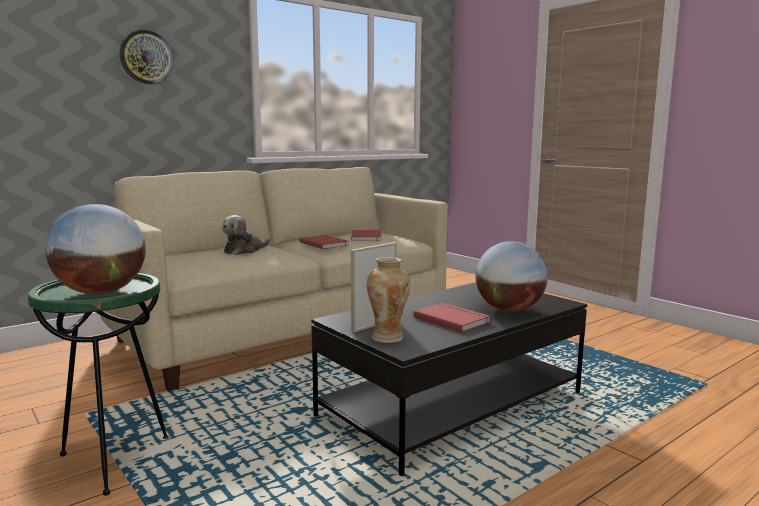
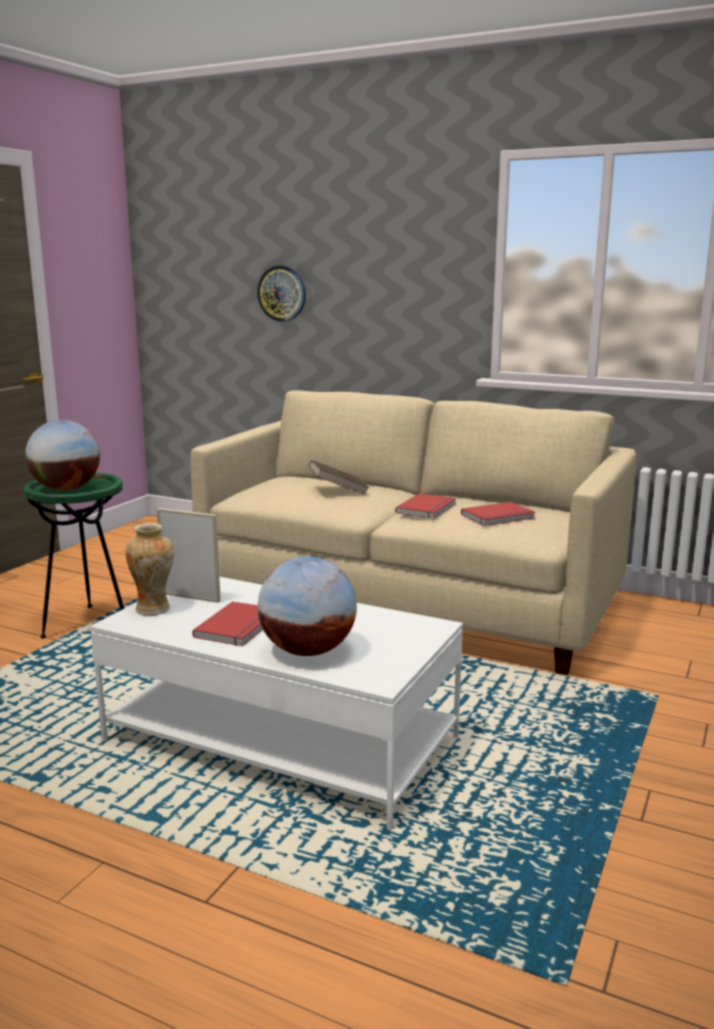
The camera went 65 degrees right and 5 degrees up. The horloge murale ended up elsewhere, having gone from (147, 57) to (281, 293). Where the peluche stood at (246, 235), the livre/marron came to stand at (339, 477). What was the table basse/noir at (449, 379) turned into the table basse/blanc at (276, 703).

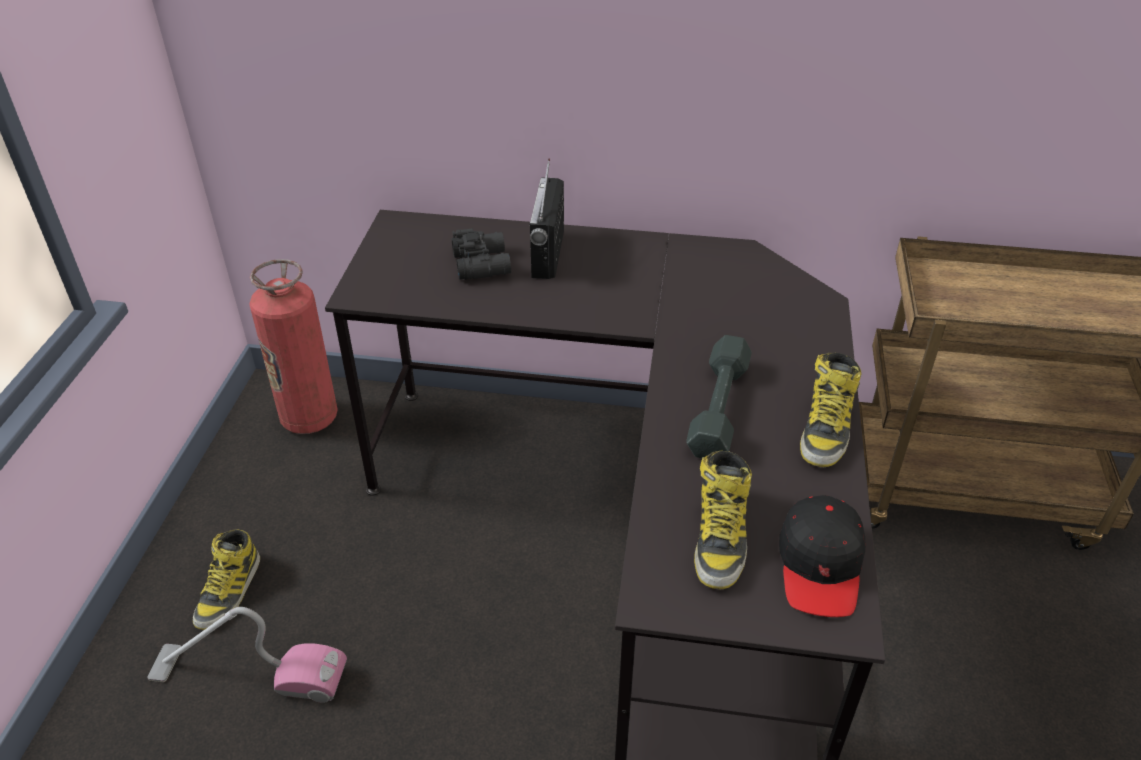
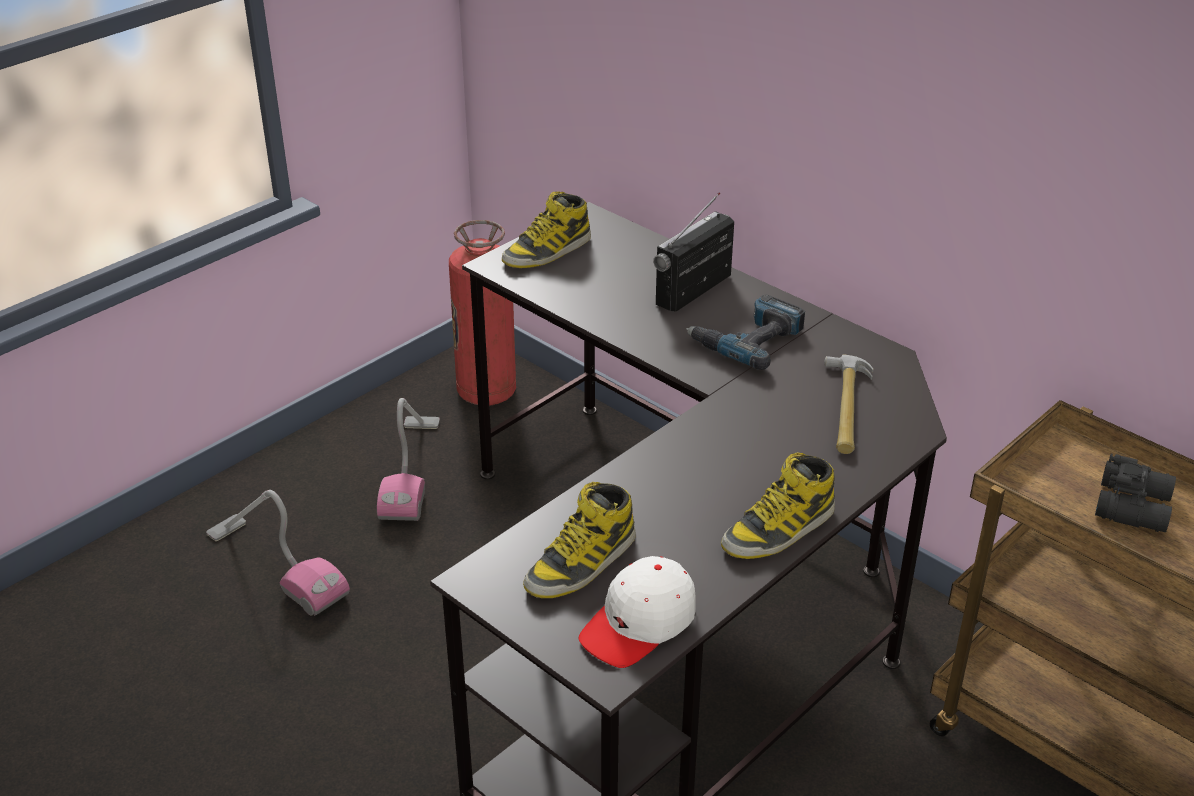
The camera went 35 degrees right and 5 degrees down. The jumelles/noir ended up elsewhere, having gone from (481, 254) to (1135, 493). The second view lost the haltère/gris at (719, 396). What was the casquette/noir at (822, 556) turned into the casquette/blanc at (637, 612). The botte ended up elsewhere, having gone from (226, 579) to (546, 230). The second view gained the perceuse at (745, 332). The second view gained the marteau at (849, 404). The second view gained the aspirateur at (408, 459).

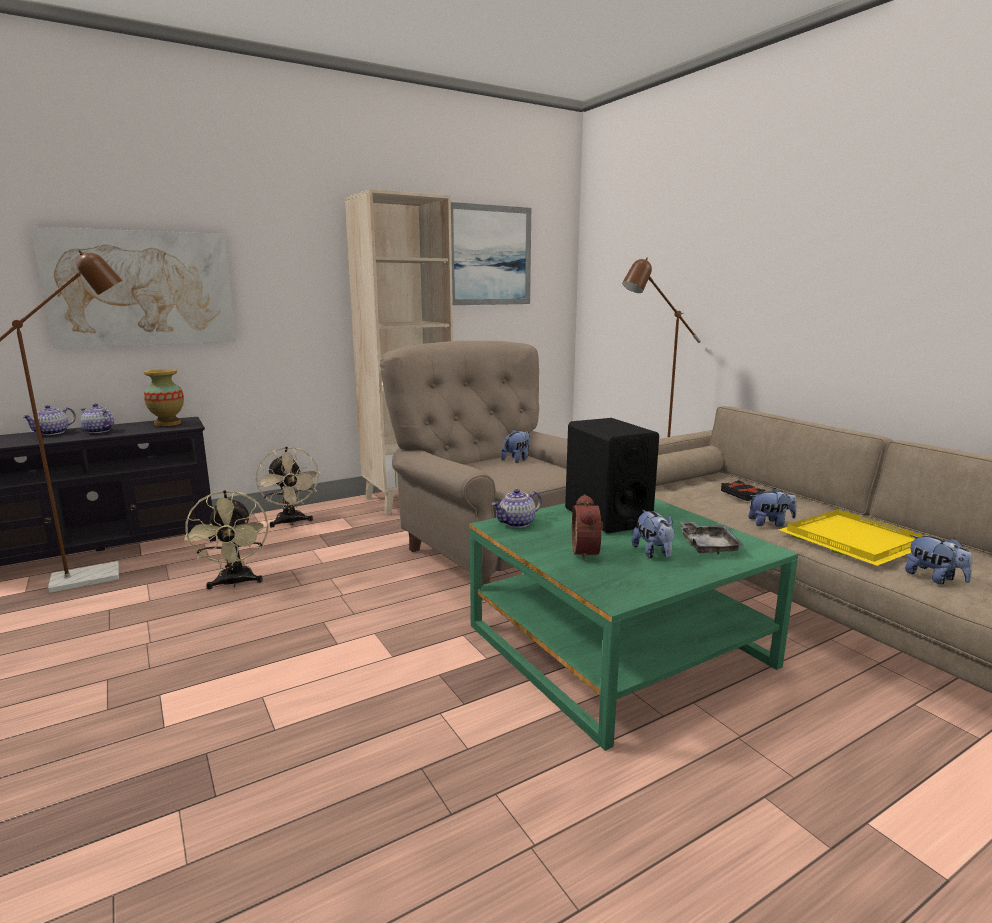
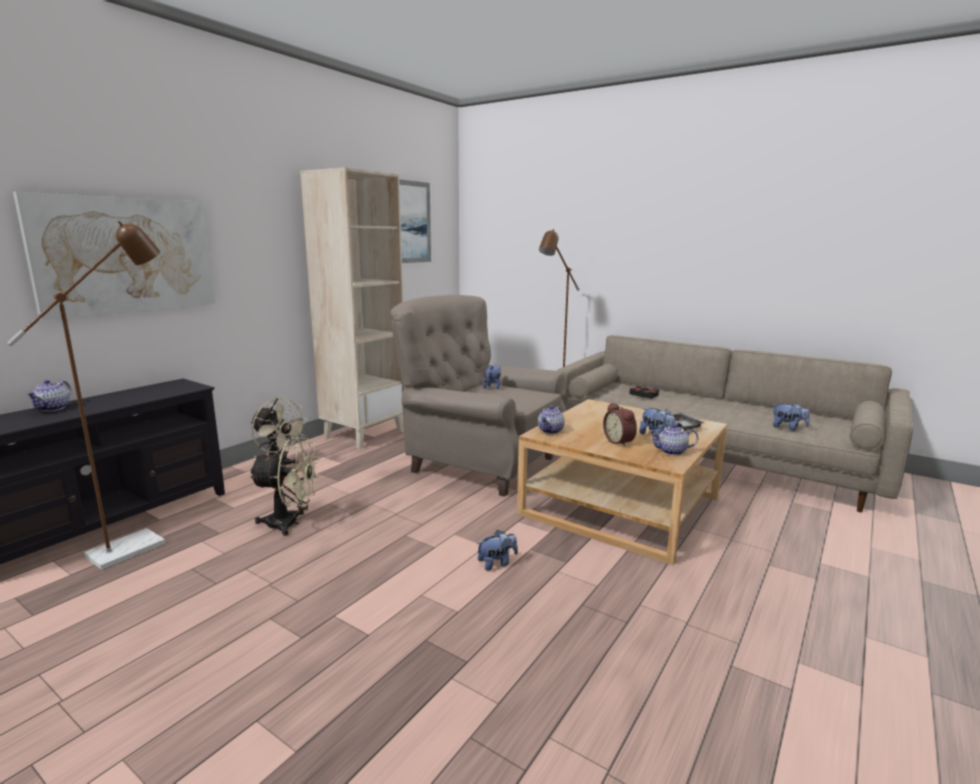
The camera went 25 degrees left and 0 degrees up. The second view lost the vase at (164, 397). The théière ended up elsewhere, having gone from (97, 418) to (673, 439). The second view lost the enceinte/noir at (612, 475). The peluche ended up elsewhere, having gone from (772, 507) to (497, 550). The ventilateur/beige at (226, 539) ended up facing another way, 45 degrees counterclockwise from before. What was the table basse/vert at (633, 625) turned into the table basse/beige at (622, 482). The second view lost the plateau/jaune at (852, 537).

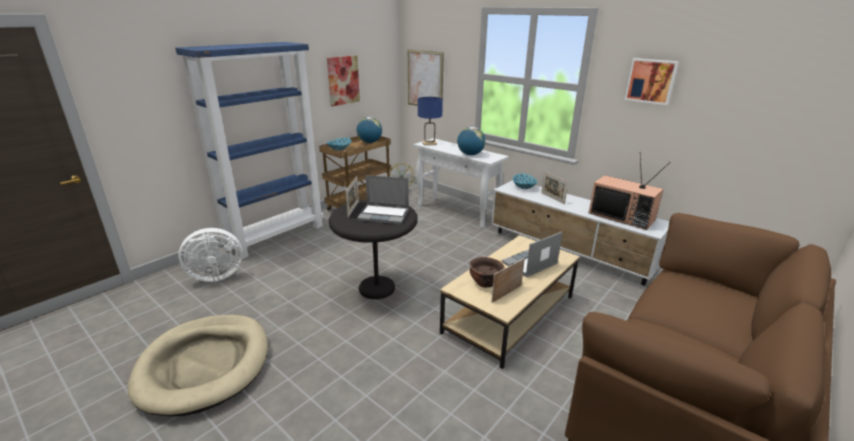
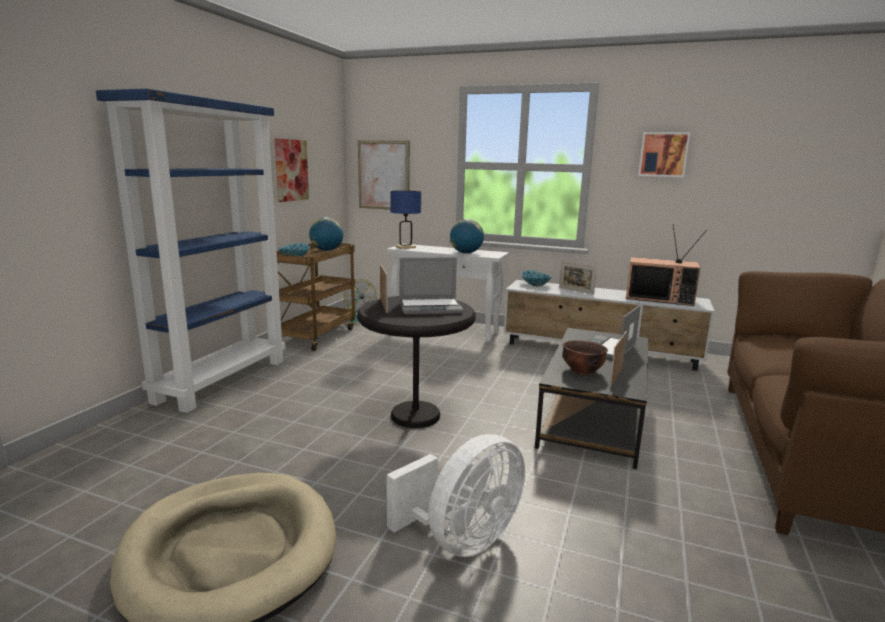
The camera went 20 degrees left and 10 degrees down. The ventilateur/blanc ended up elsewhere, having gone from (210, 255) to (456, 495). What was the table basse/beige at (510, 302) turned into the table basse/noir at (591, 398).

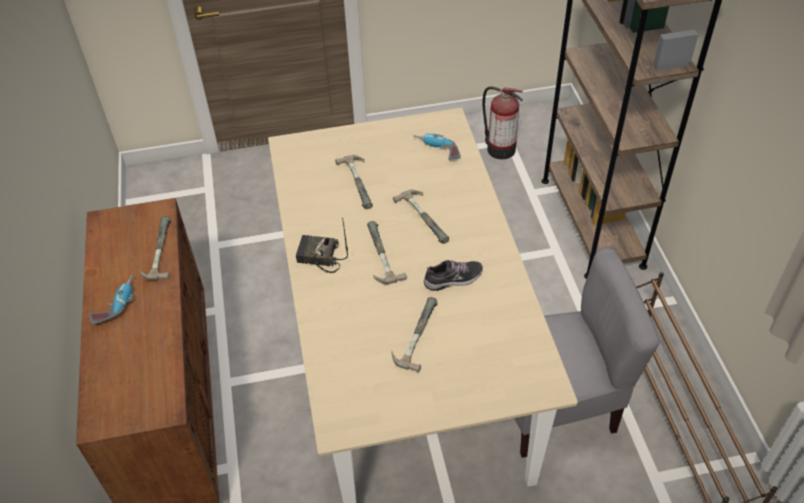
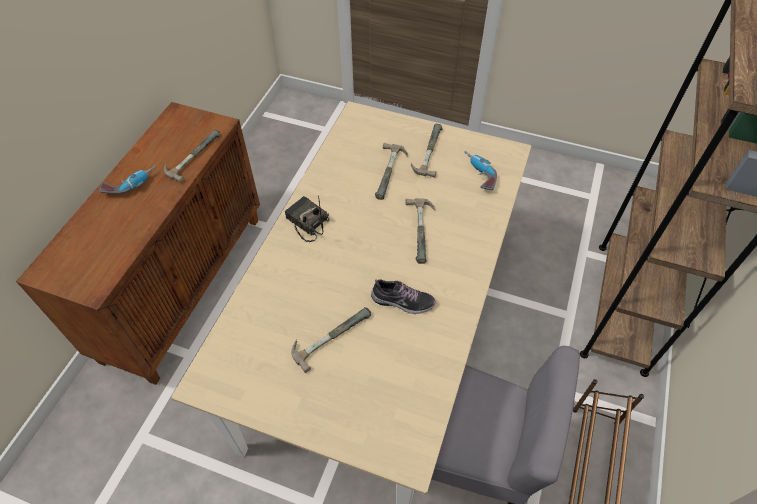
The camera went 30 degrees right and 5 degrees up. The second view lost the extincteur at (502, 122). The marteau ended up elsewhere, having gone from (387, 252) to (427, 151).

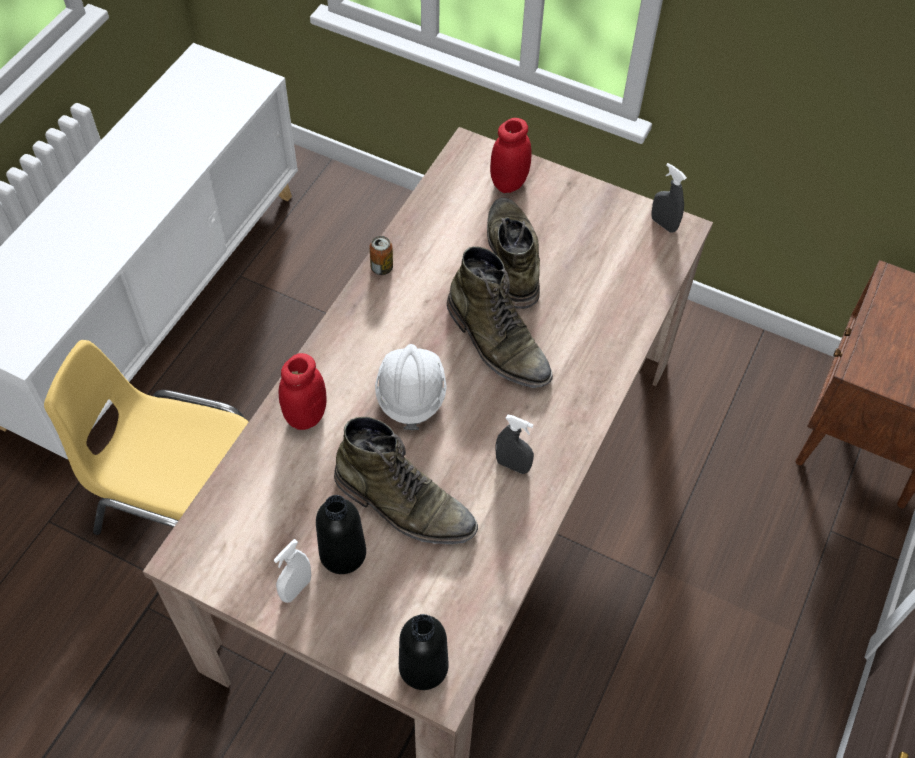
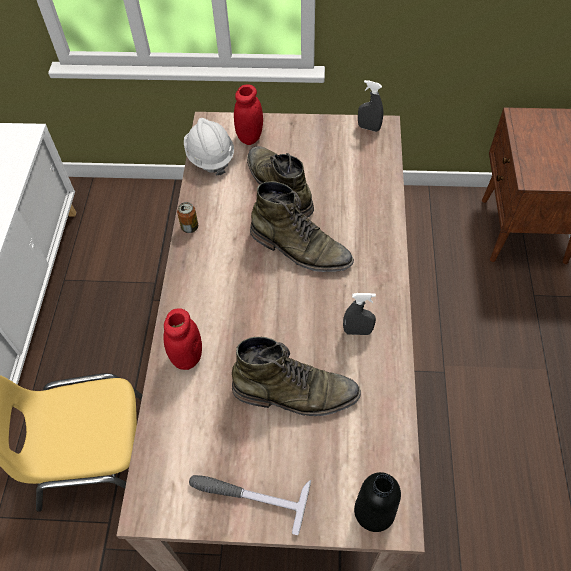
The camera went 20 degrees left and 0 degrees up. The casque de chantier/blanc ended up elsewhere, having gone from (411, 387) to (209, 147). The second view lost the bouteille/noir at (341, 534). Where the vaporisateur/blanc stood at (292, 571), the marteau came to stand at (250, 505).

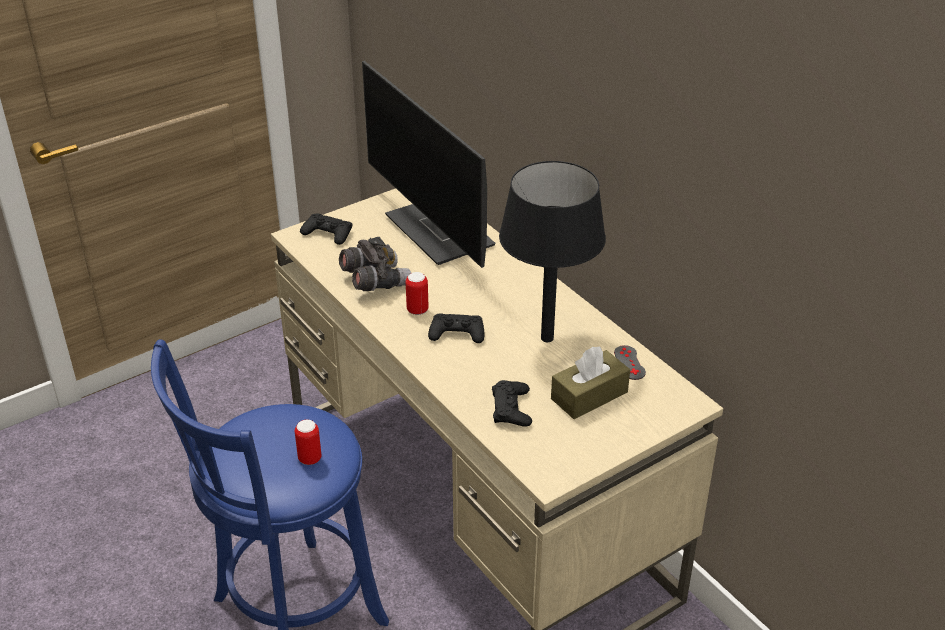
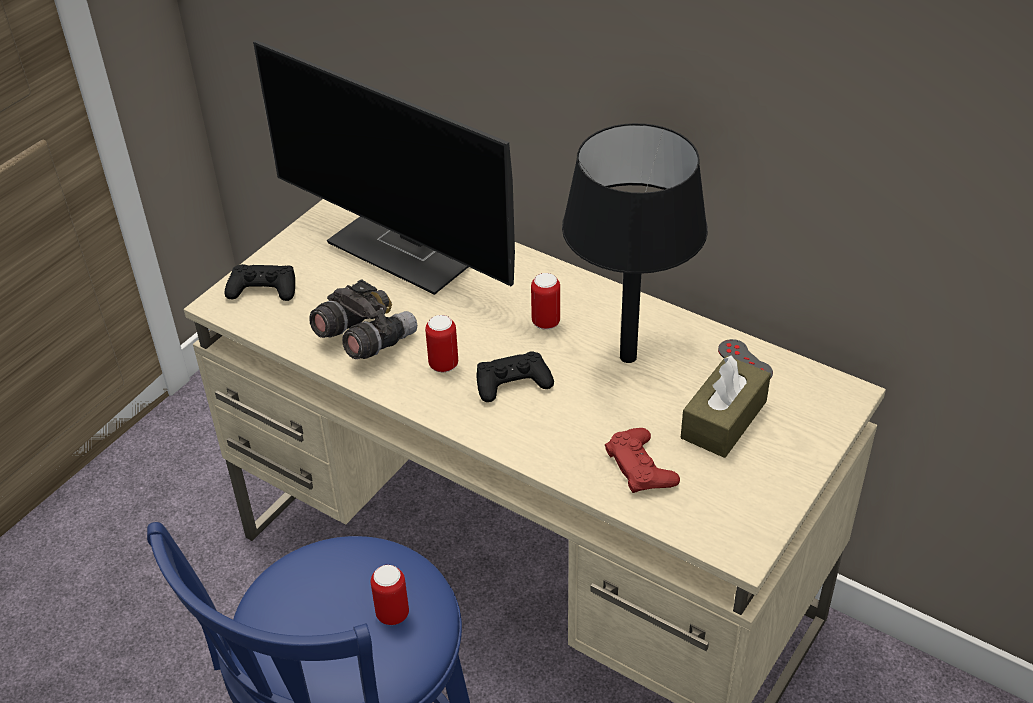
The camera went 20 degrees left and 5 degrees up. What was the manette/noir at (512, 403) turned into the manette/rouge at (642, 460). The second view gained the boîte métallique at (545, 301).

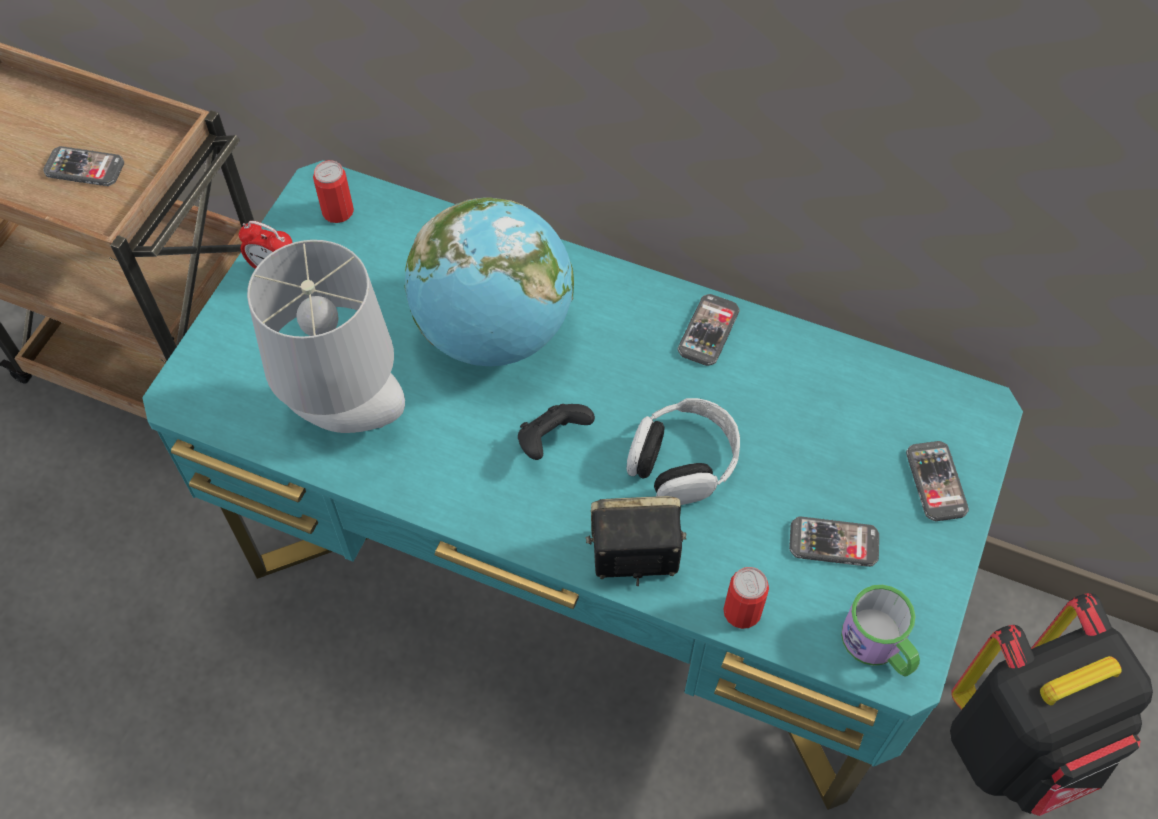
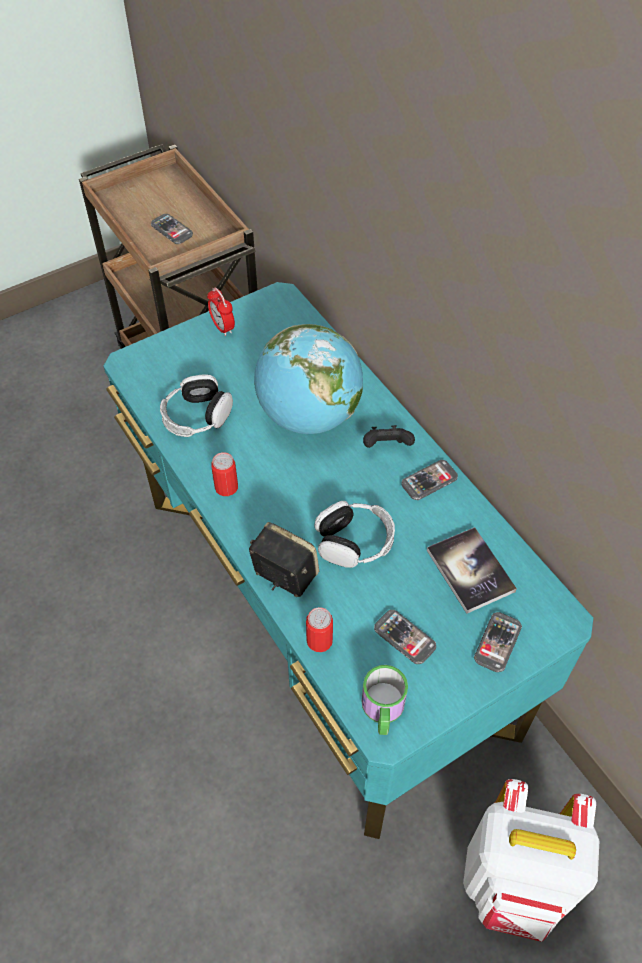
The camera went 35 degrees right and 5 degrees down. The boîte métallique ended up elsewhere, having gone from (333, 191) to (224, 474). Where the lampe de table/gris stood at (326, 336), the casque audio came to stand at (196, 405). The manette/noir ended up elsewhere, having gone from (556, 432) to (389, 436). What was the sac à dos/noir at (1051, 704) turned into the sac à dos/blanc at (531, 860). The second view gained the livre at (472, 570).

